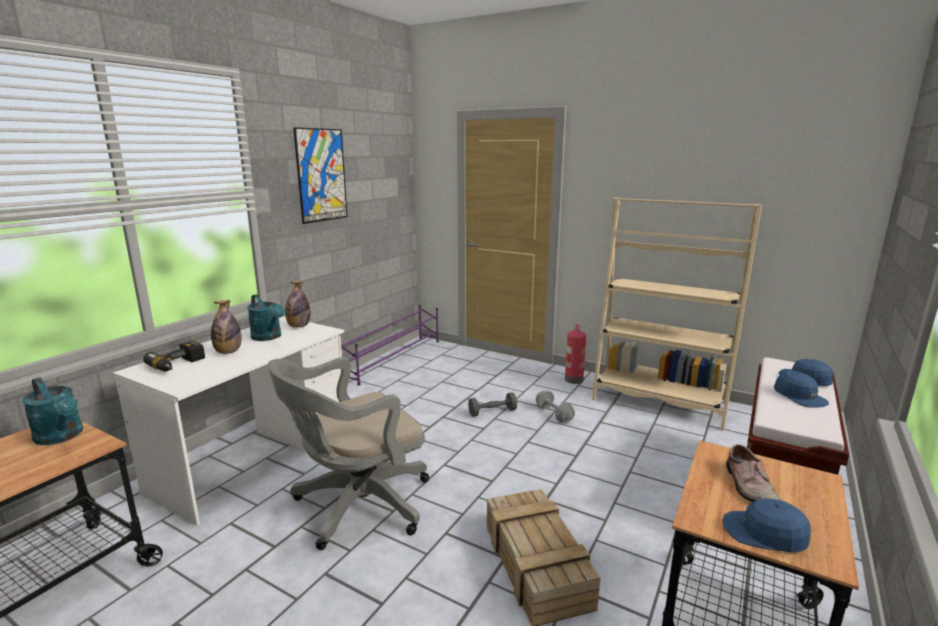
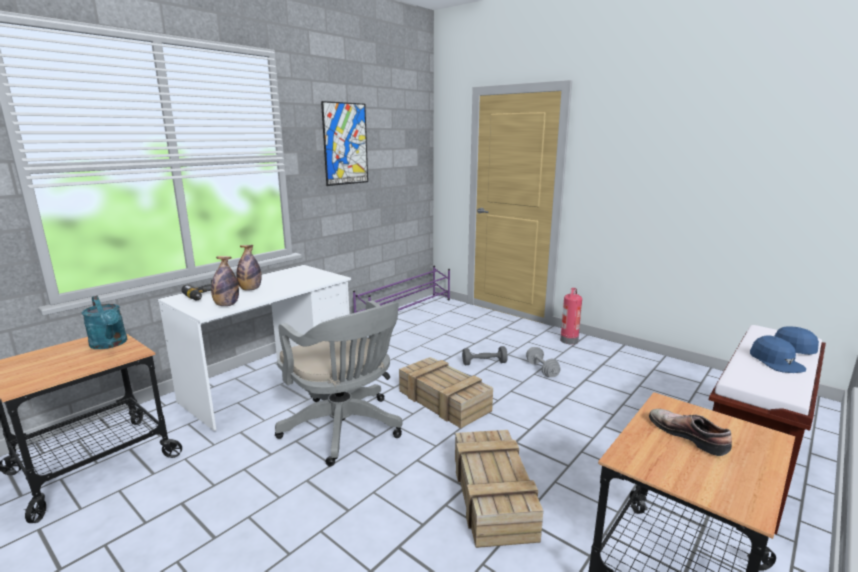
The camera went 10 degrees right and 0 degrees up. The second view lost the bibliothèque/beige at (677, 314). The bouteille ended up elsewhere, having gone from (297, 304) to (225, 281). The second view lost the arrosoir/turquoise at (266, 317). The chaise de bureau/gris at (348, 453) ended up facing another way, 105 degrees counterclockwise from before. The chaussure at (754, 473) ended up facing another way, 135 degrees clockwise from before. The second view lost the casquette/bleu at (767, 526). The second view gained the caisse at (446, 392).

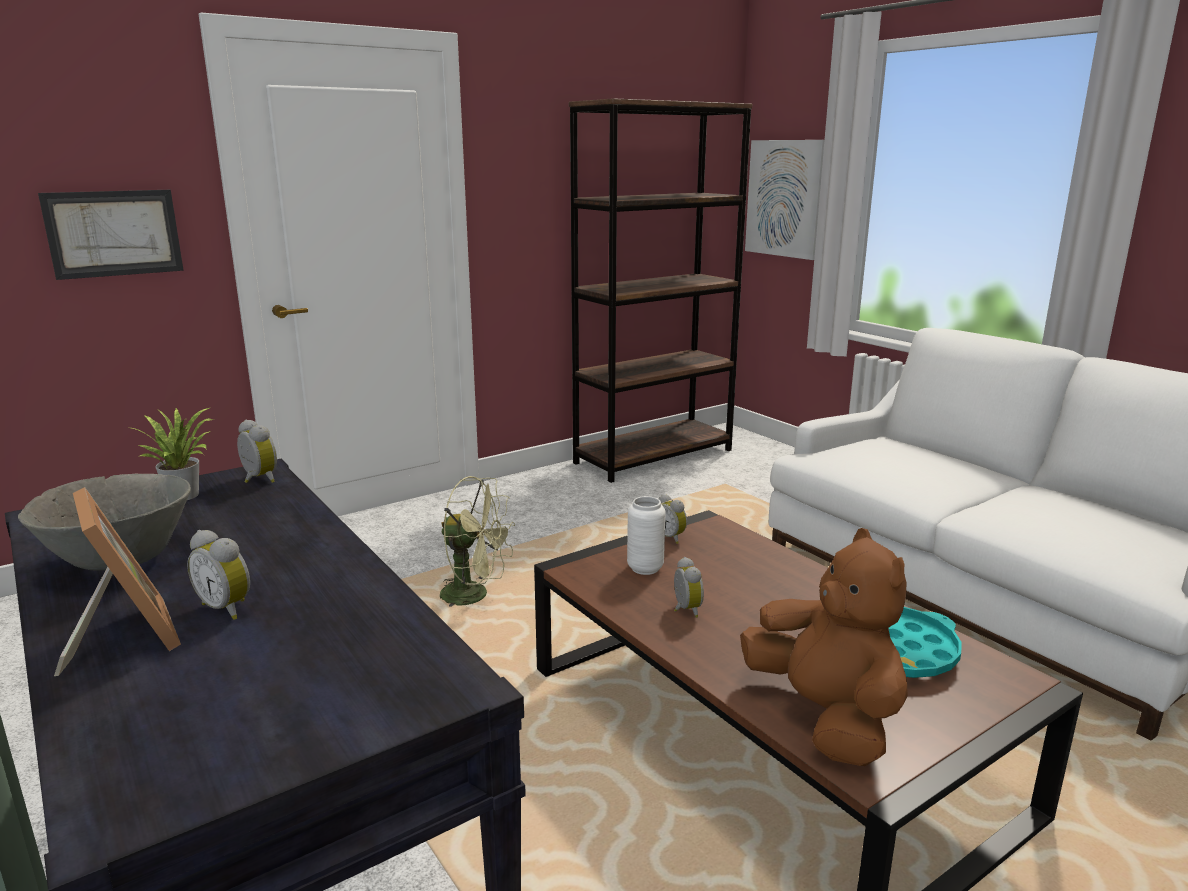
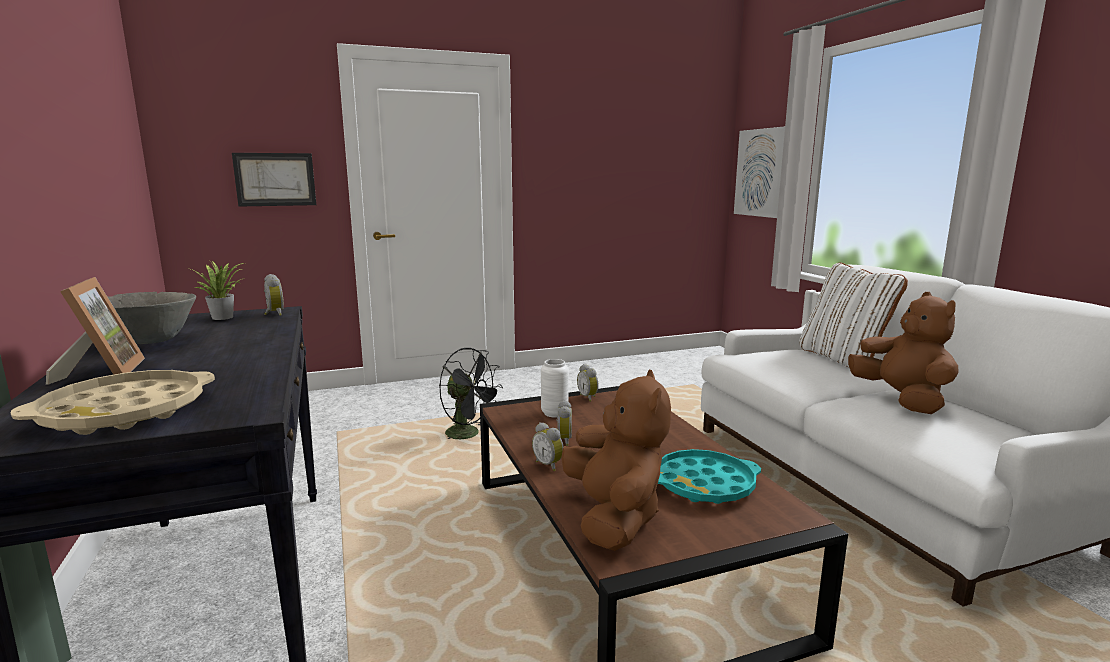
The camera went 15 degrees right and 5 degrees down. The second view lost the bibliothèque/marron at (660, 290). What was the ventilateur/vert at (477, 541) turned into the ventilateur/noir at (471, 393). The réveil ended up elsewhere, having gone from (218, 575) to (548, 446). The second view gained the coussin/blanc at (853, 315). The second view gained the peluche/marron at (903, 353). The second view gained the plateau/beige at (113, 402).

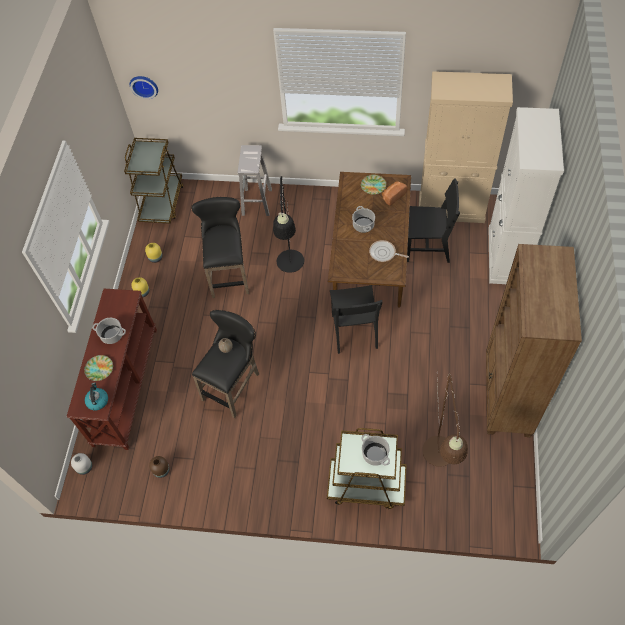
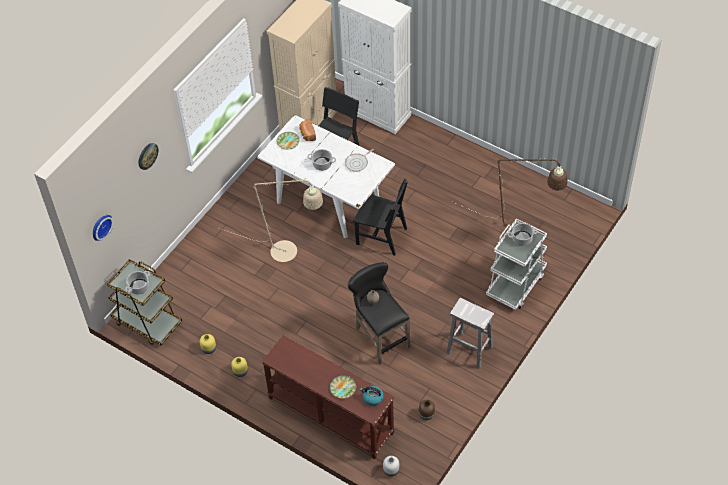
The camera went 65 degrees left and 5 degrees down. The tabouret/blanc ended up elsewhere, having gone from (255, 180) to (470, 333). What was the table à manger/marron at (369, 240) turned into the table à manger/blanc at (326, 177). What was the lampadaire/noir at (288, 224) turned into the lampadaire/beige at (270, 220). The second view lost the tabouret/noir at (220, 247). The second view lost the bibliothèque/marron at (534, 340). The marmite ended up elsewhere, having gone from (109, 331) to (137, 283). What was the chariot/marron at (367, 468) turned into the chariot/blanc at (516, 264). The second view gained the horloge murale at (148, 156).

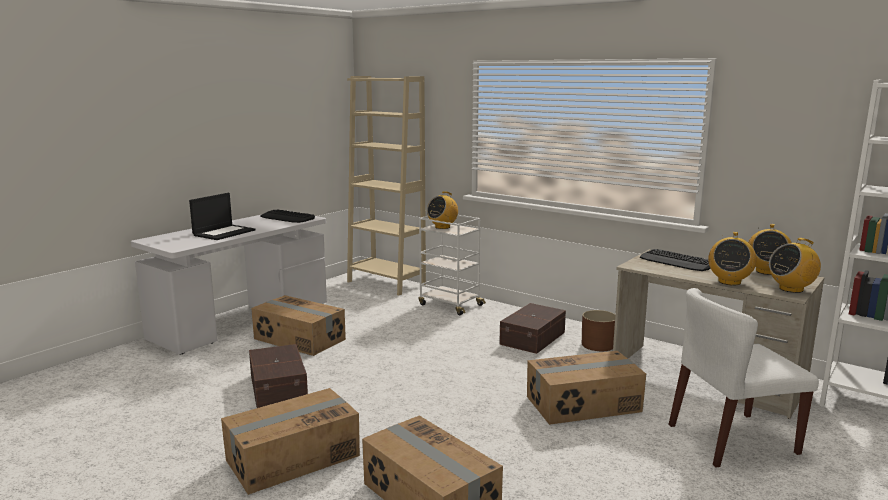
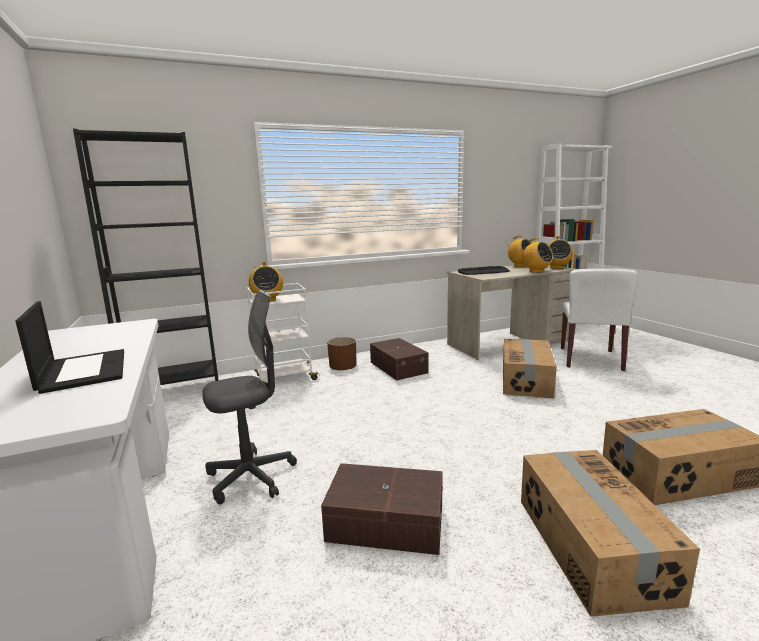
The camera went 60 degrees left and 0 degrees up. What was the bibliothèque/beige at (386, 186) turned into the bibliothèque/noir at (146, 257). The second view lost the clavier at (287, 216). Where the carton stood at (298, 325), the chaise de bureau/gris came to stand at (249, 397). The cache-pot/marron ended up elsewhere, having gone from (598, 330) to (341, 353).

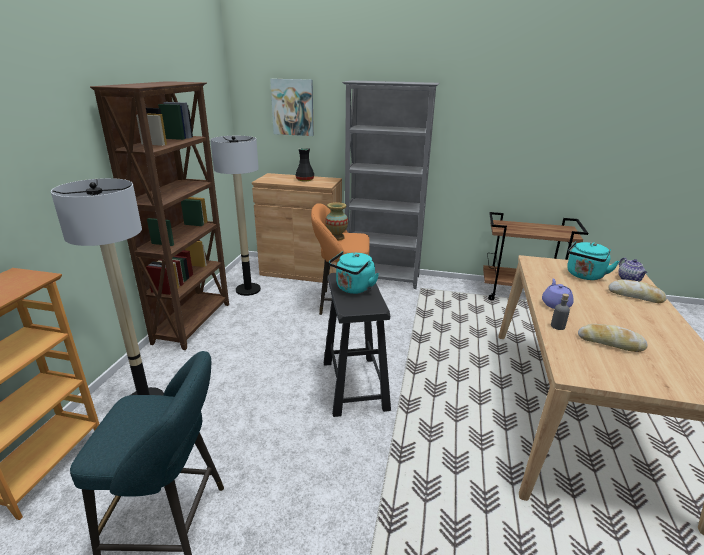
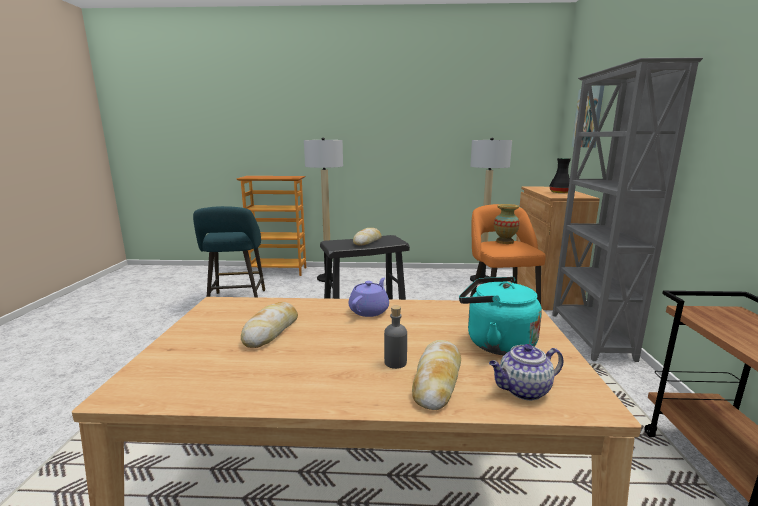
The camera went 80 degrees right and 10 degrees down. The second view lost the bibliothèque/marron at (159, 215). Where the bouilloire/turquoise stood at (354, 272), the pain came to stand at (367, 237). The théière/violet at (558, 293) ended up facing another way, 60 degrees counterclockwise from before. The bouteille/gris ended up elsewhere, having gone from (560, 312) to (395, 337).

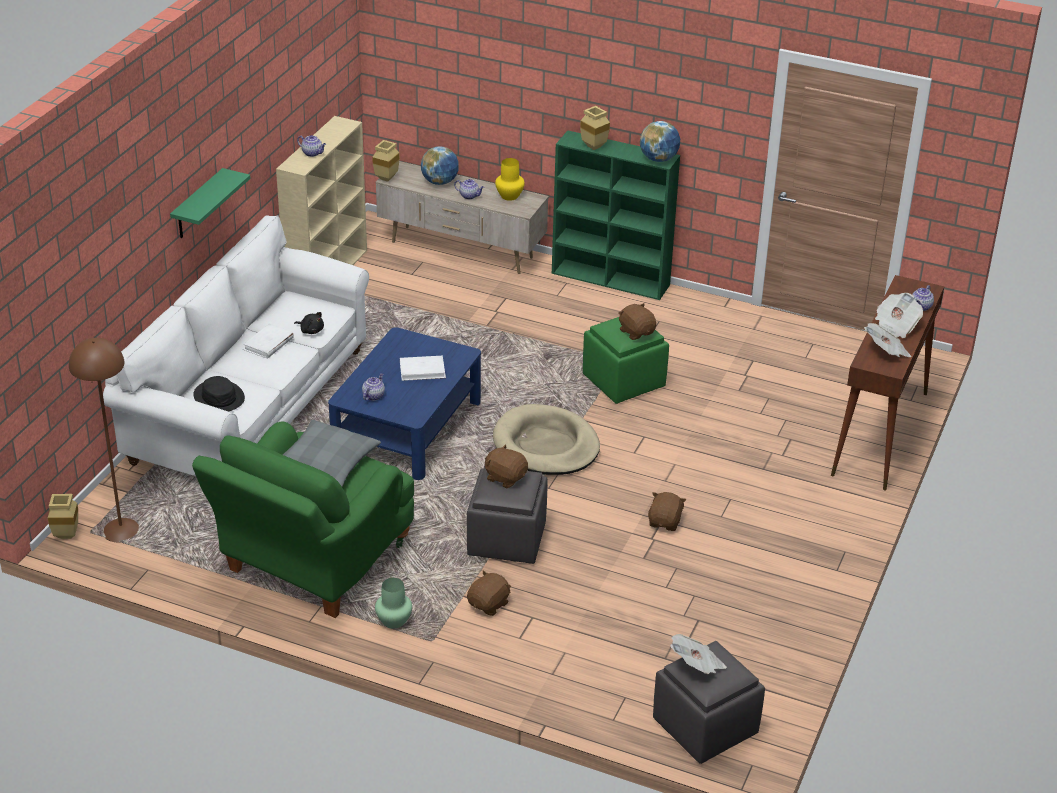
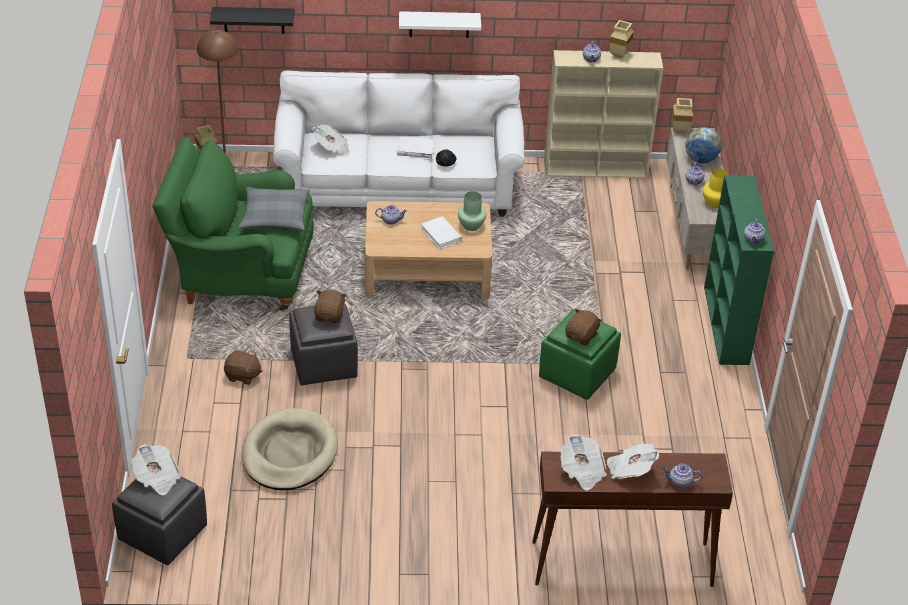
The camera went 65 degrees right and 5 degrees up. The vase/beige ended up elsewhere, having gone from (595, 128) to (622, 39). Where the globe stood at (660, 141), the théière came to stand at (754, 231). What was the étagère/vert at (210, 203) turned into the étagère/blanc at (440, 24). What was the table basse/bleu at (404, 403) turned into the table basse/beige at (429, 250). Where the chapeau/noir stood at (219, 394), the journal came to stand at (331, 139). The panier pour chien/beige ended up elsewhere, having gone from (546, 439) to (290, 449). The second view lost the peluche/marron at (667, 511). The vase/vert ended up elsewhere, having gone from (393, 603) to (472, 211). The second view gained the étagère/noir at (252, 20).

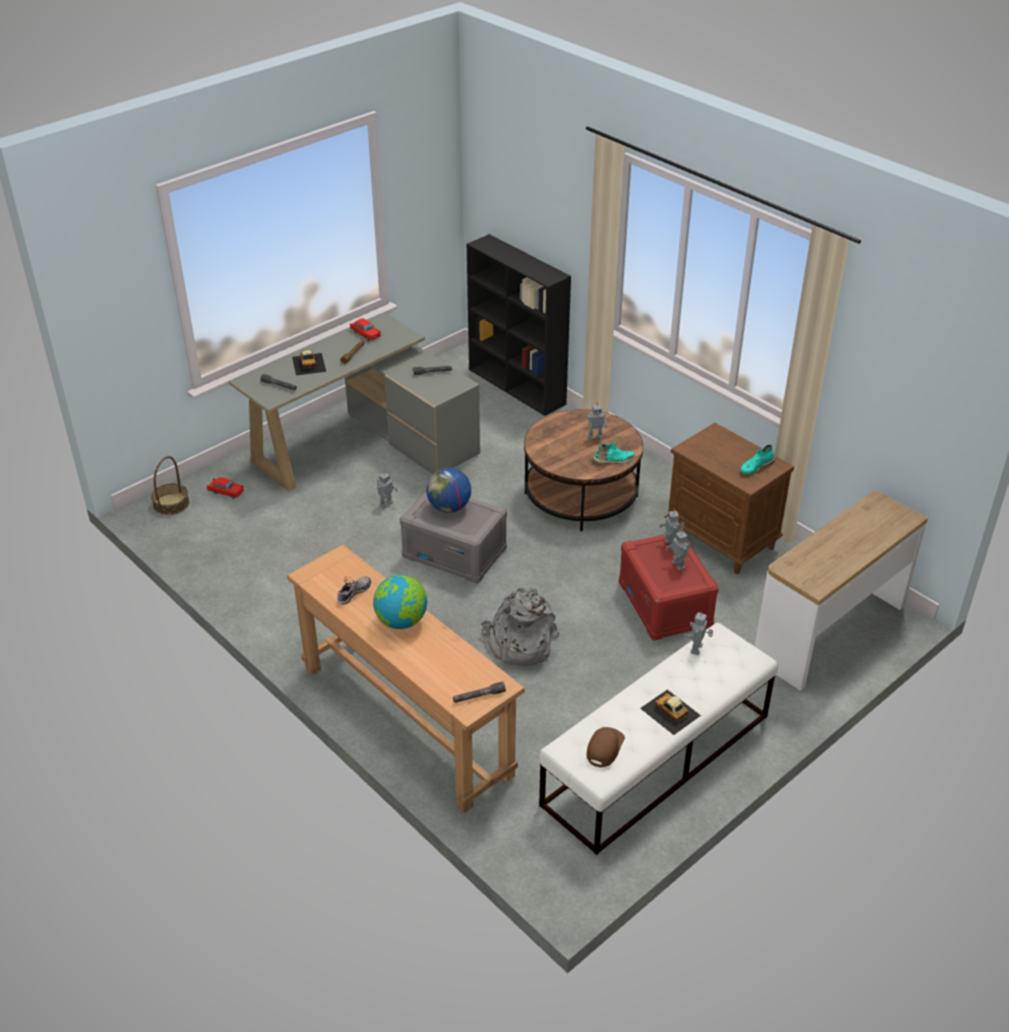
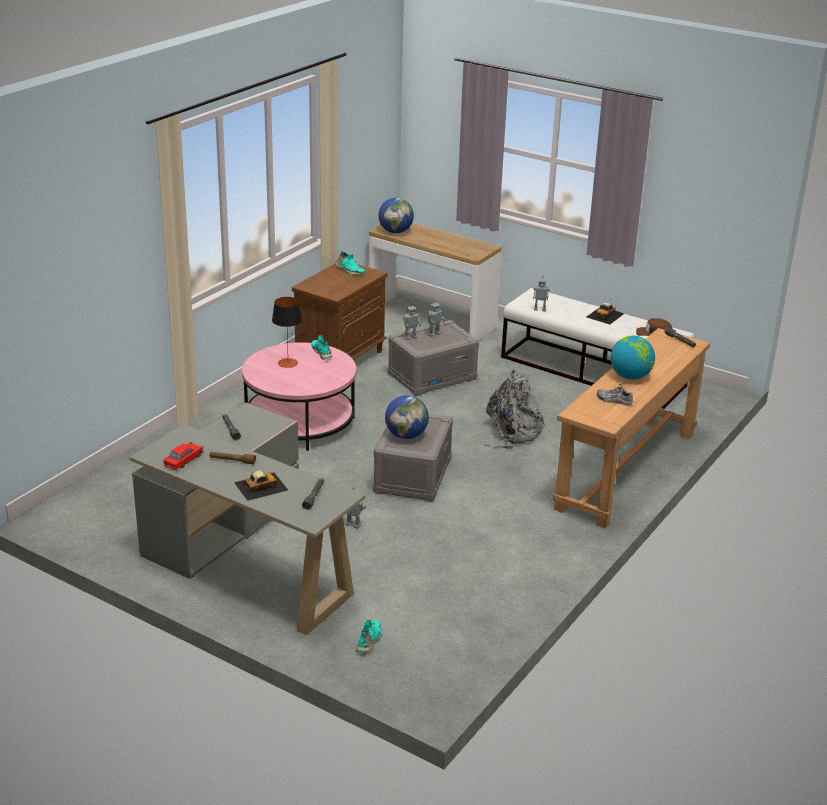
The camera went 105 degrees left and 10 degrees down. The second view lost the bibliothèque/noir at (519, 325). Where the robot jouet stood at (597, 421), the lampe de table came to stand at (287, 332). What was the table basse/marron at (583, 470) turned into the table basse/rose at (299, 396). The second view lost the panier at (170, 485). Where the petite voiture/rouge stood at (225, 487), the chaussure/turquoise came to stand at (369, 636). What was the boîte de rangement/rouge at (669, 585) turned into the boîte de rangement/gris at (433, 358). The second view gained the globe at (396, 215).

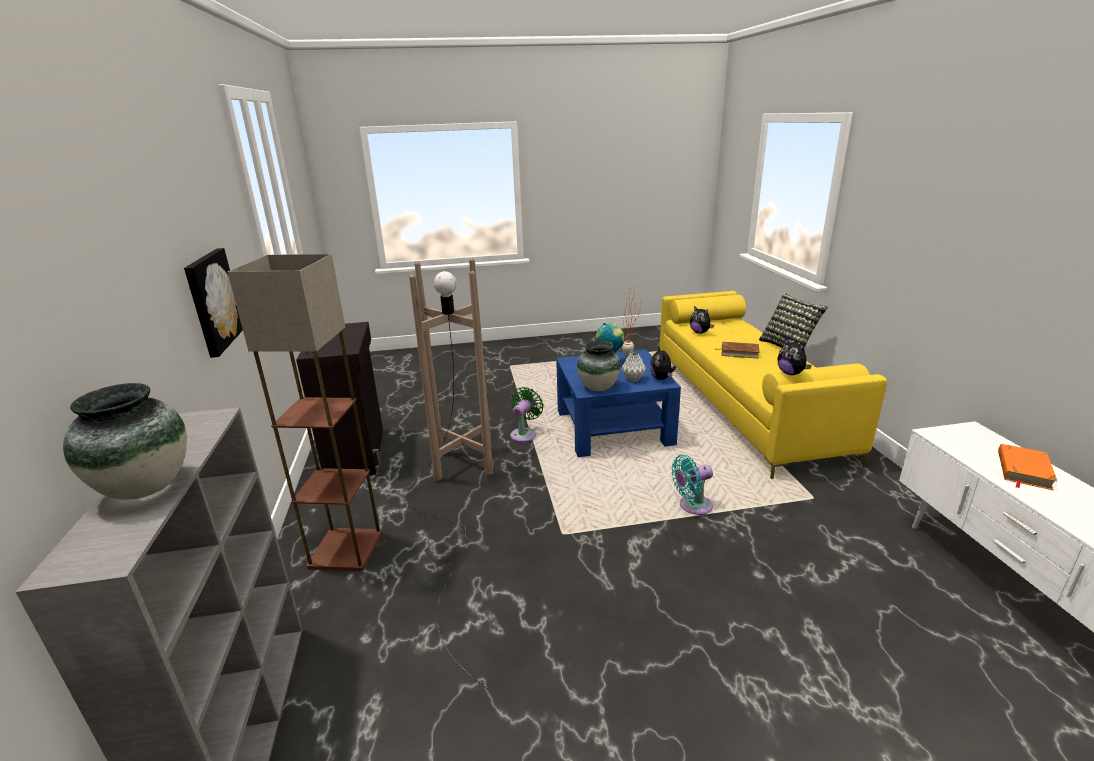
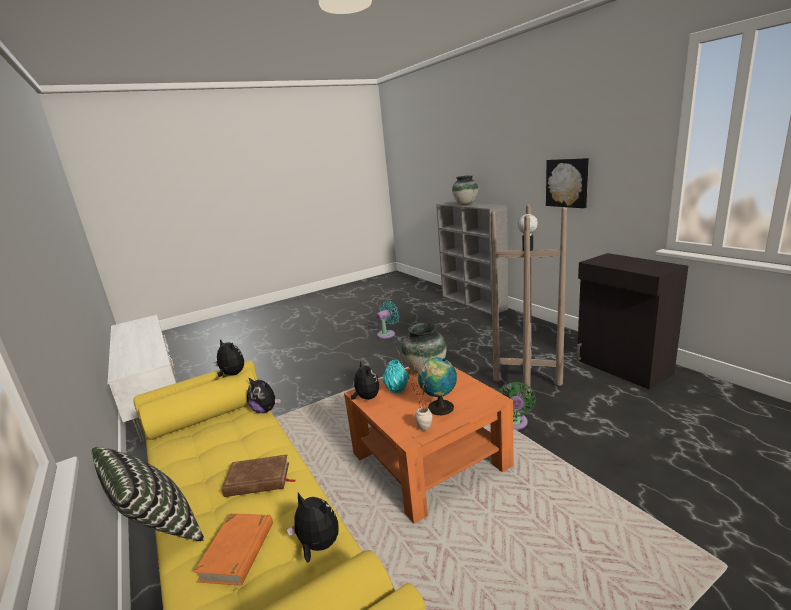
The camera went 160 degrees right and 5 degrees down. The second view lost the lampadaire at (305, 412). What was the table basse/bleu at (618, 403) turned into the table basse/orange at (429, 445). What was the vase/gris at (634, 367) turned into the vase/turquoise at (395, 376). The livre/orange ended up elsewhere, having gone from (1027, 467) to (233, 549). The ventilateur/turquoise ended up elsewhere, having gone from (692, 485) to (387, 320). The second view gained the peluche at (264, 395).

